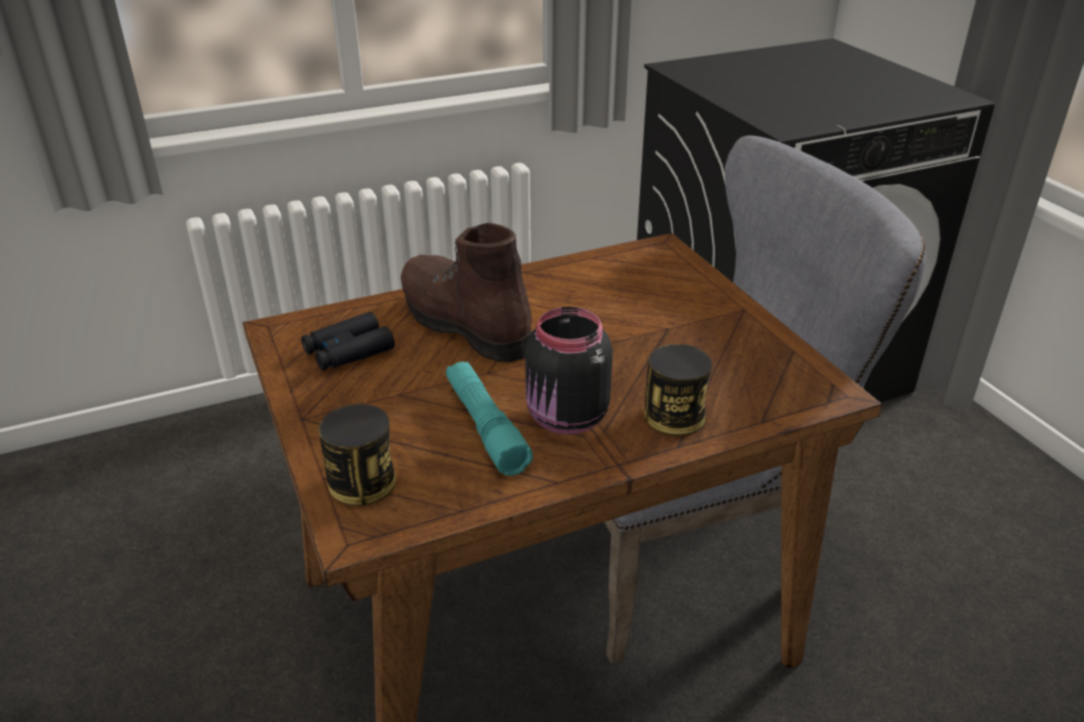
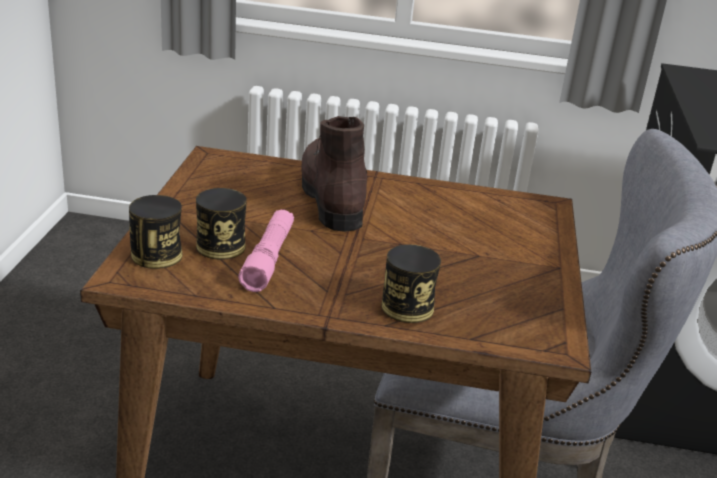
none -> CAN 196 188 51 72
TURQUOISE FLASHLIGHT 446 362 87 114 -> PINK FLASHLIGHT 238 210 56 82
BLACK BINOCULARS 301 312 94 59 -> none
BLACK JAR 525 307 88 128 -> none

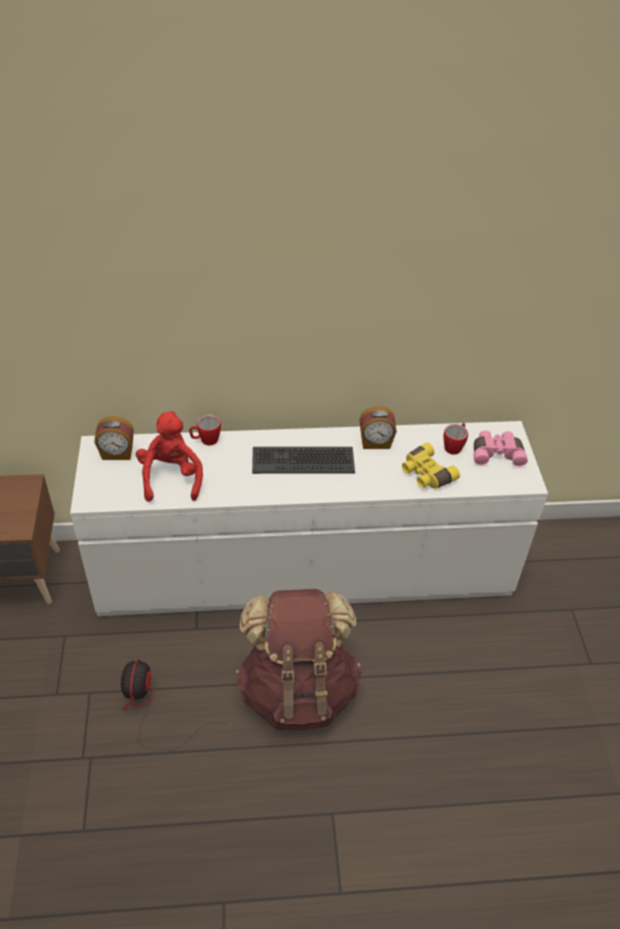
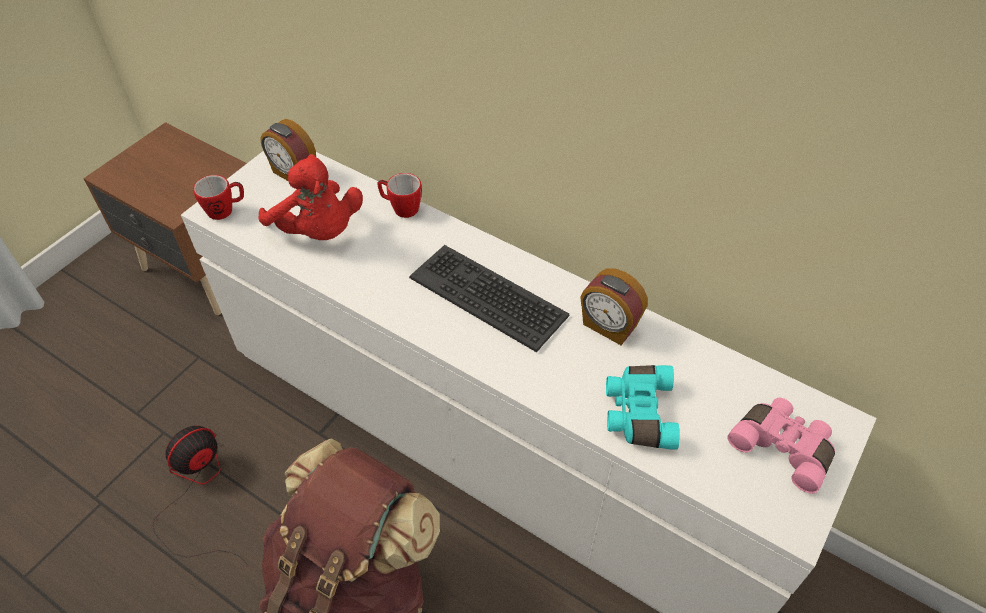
MUG 444 423 24 32 -> MUG 193 175 51 45, moved
RED PLUSH TOY 136 411 67 91 -> RED PLUSH TOY 258 154 105 86, 105 degrees clockwise
YELLOW BINOCULARS 402 442 58 46 -> TURQUOISE BINOCULARS 606 365 74 84

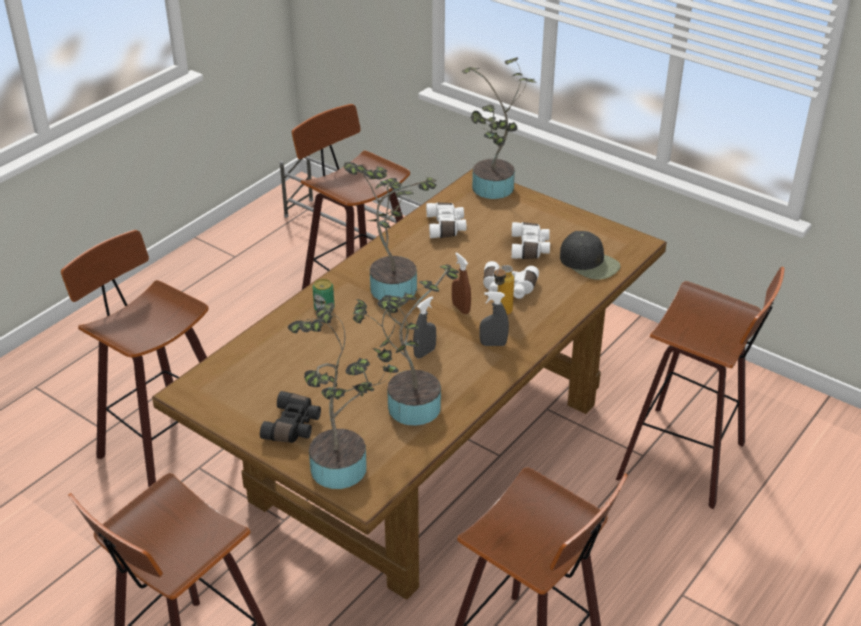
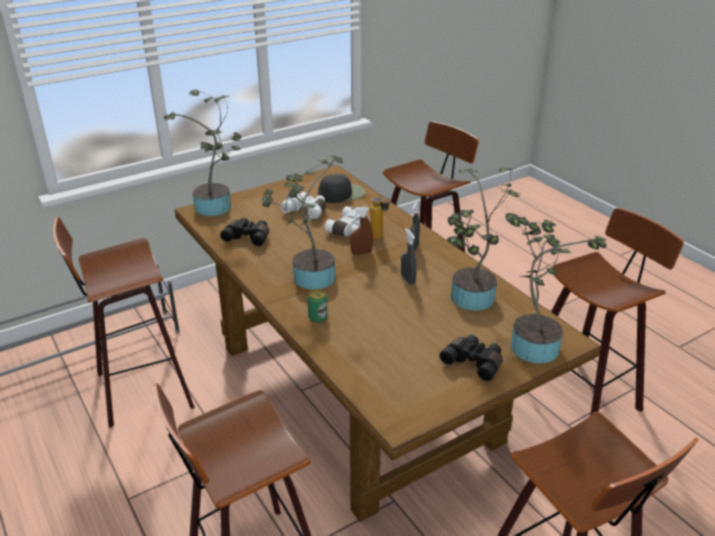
WHITE BINOCULARS 426 202 41 36 -> BLACK BINOCULARS 220 218 49 28

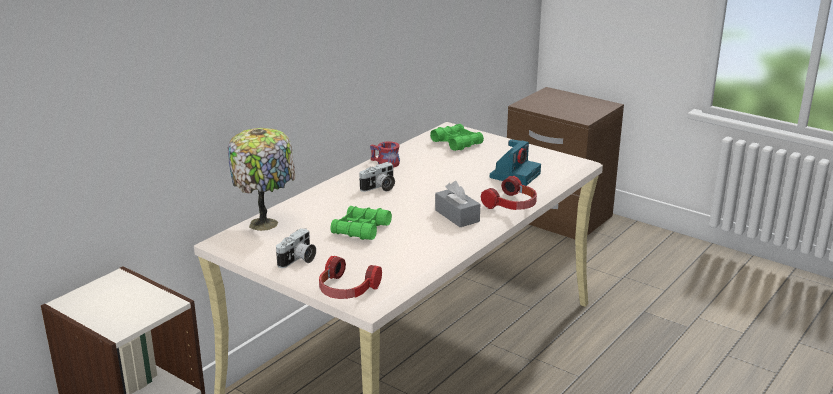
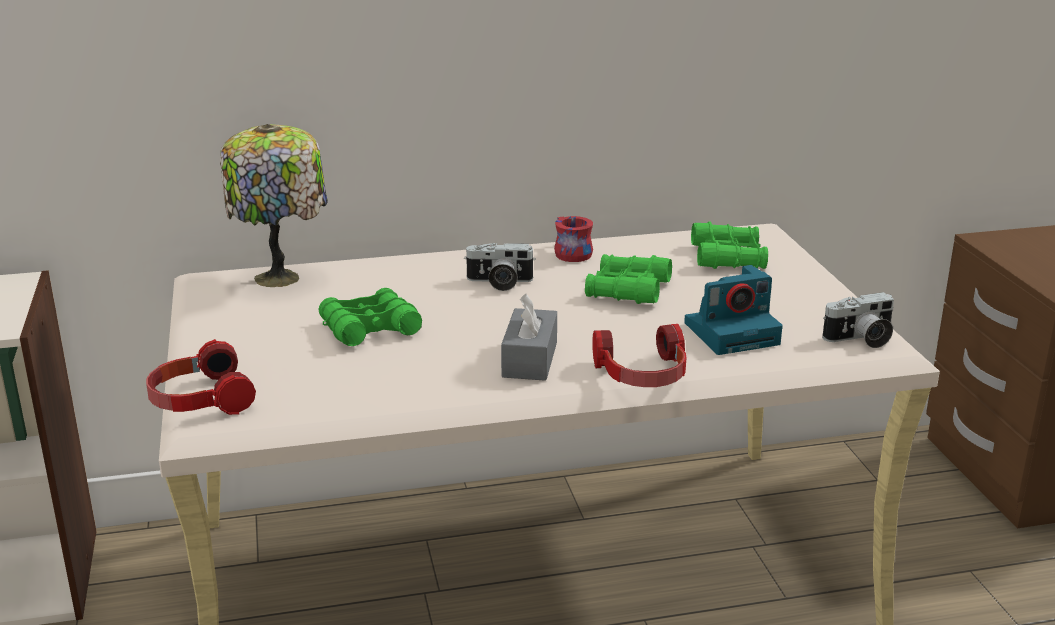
none -> GREEN BINOCULARS 585 254 87 50
PHOTO CAMERA 276 228 40 40 -> PHOTO CAMERA 822 292 72 56, moved

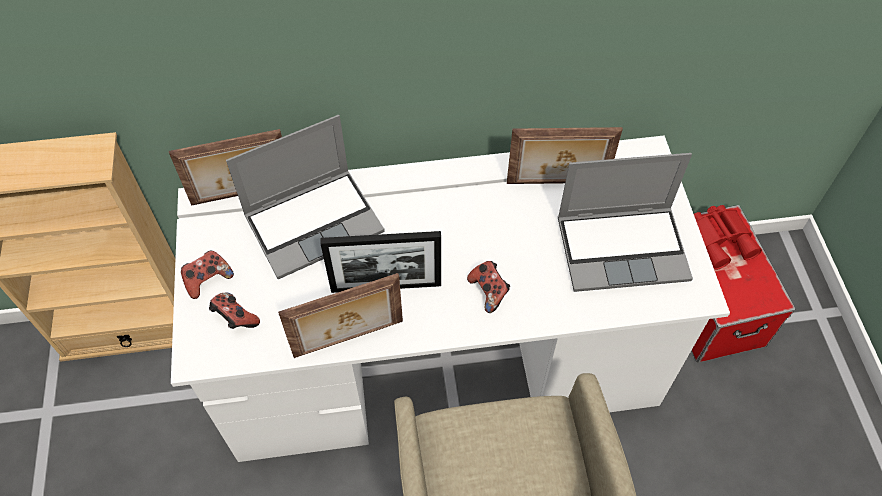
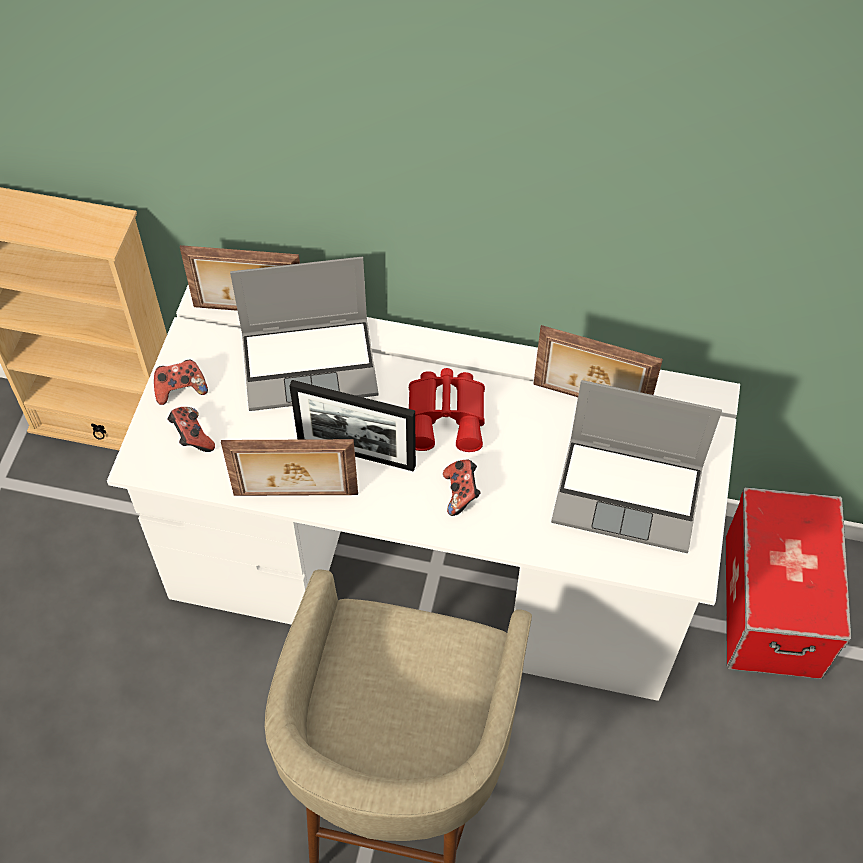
RED BINOCULARS 694 205 68 65 -> RED BINOCULARS 409 368 76 84, moved

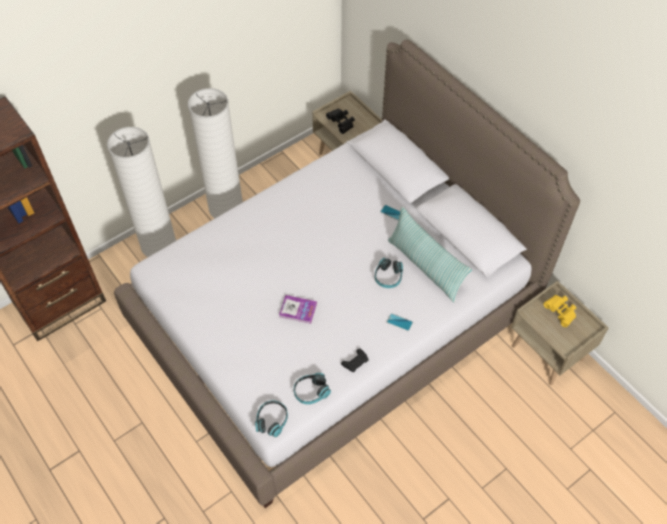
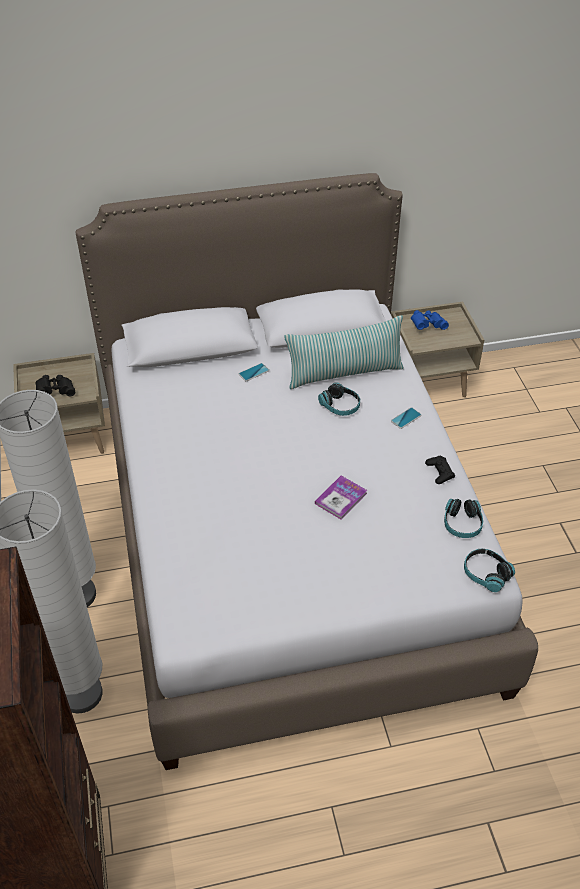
YELLOW BINOCULARS 543 295 33 32 -> BLUE BINOCULARS 411 310 38 20

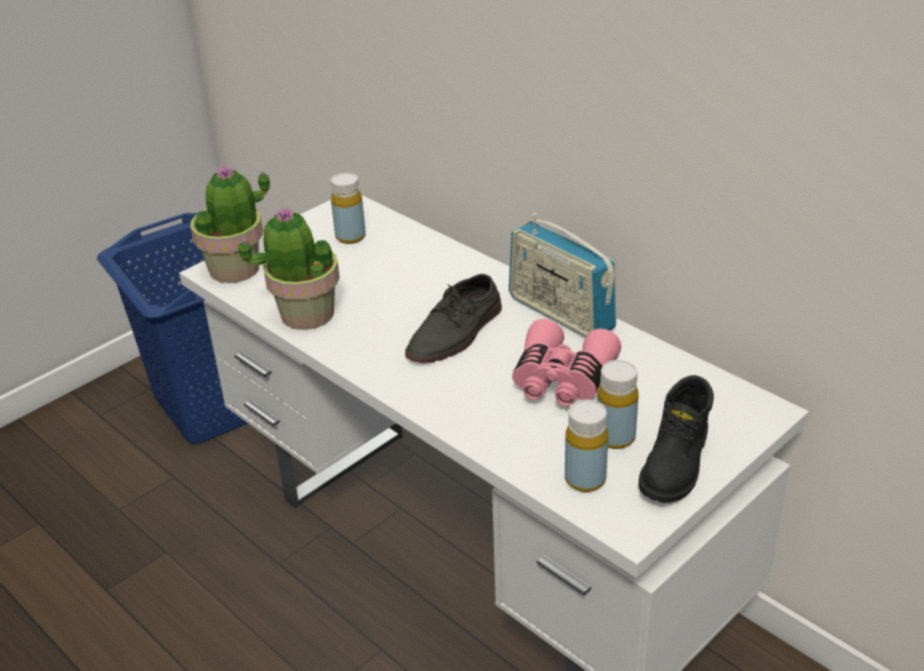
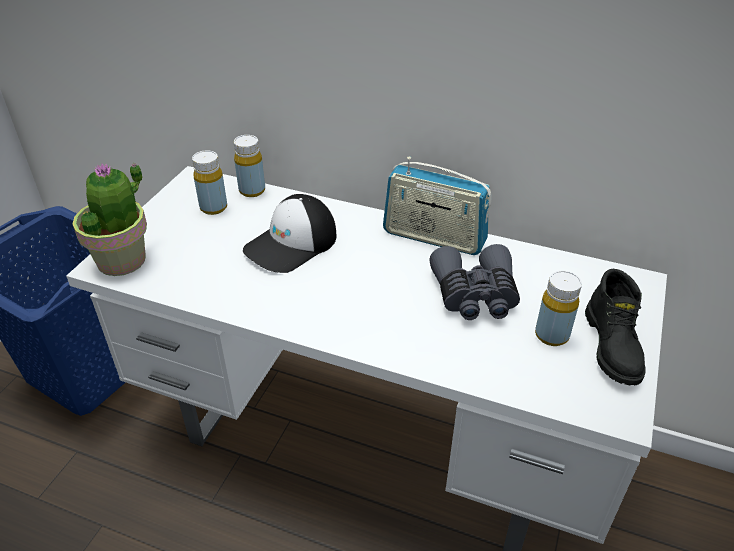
YELLOW BOTTLE 565 400 43 92 -> YELLOW BOTTLE 233 135 32 62, moved
none -> CAP 243 194 94 79
PINK BINOCULARS 512 319 109 87 -> GREY BINOCULARS 429 244 91 76
POTTED PLANT 238 206 102 124 -> none
GREY SHOE 405 274 97 89 -> none

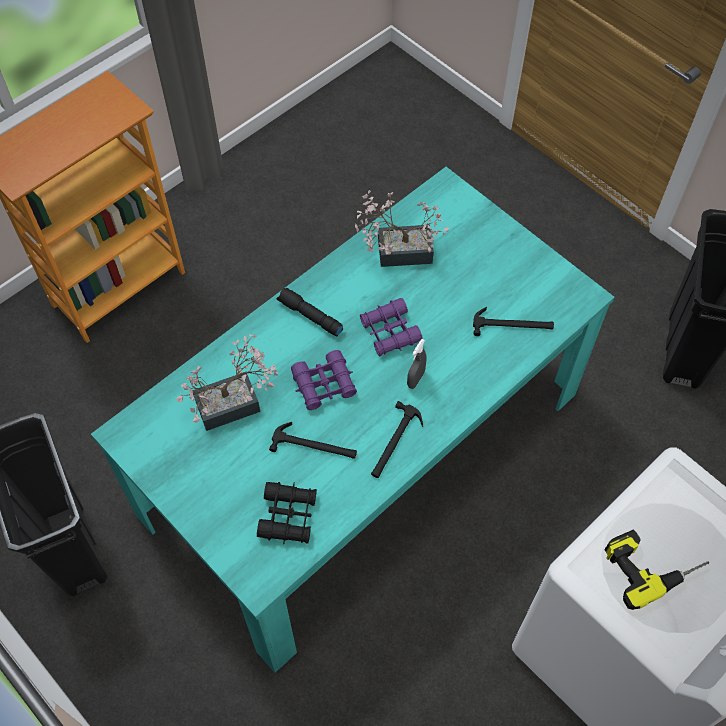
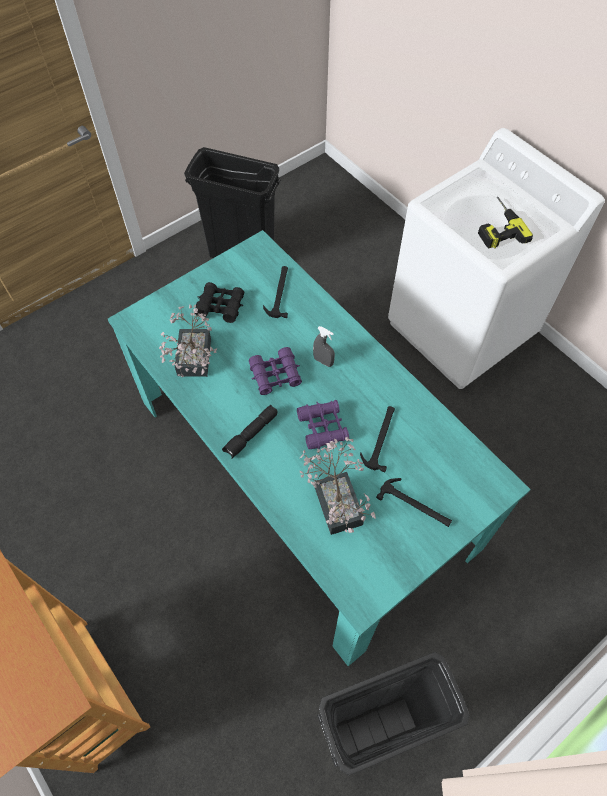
BLACK BINOCULARS 257 482 60 62 -> BLACK BINOCULARS 195 282 49 41, moved
HAMMER 371 401 52 77 -> HAMMER 376 478 76 49, moved

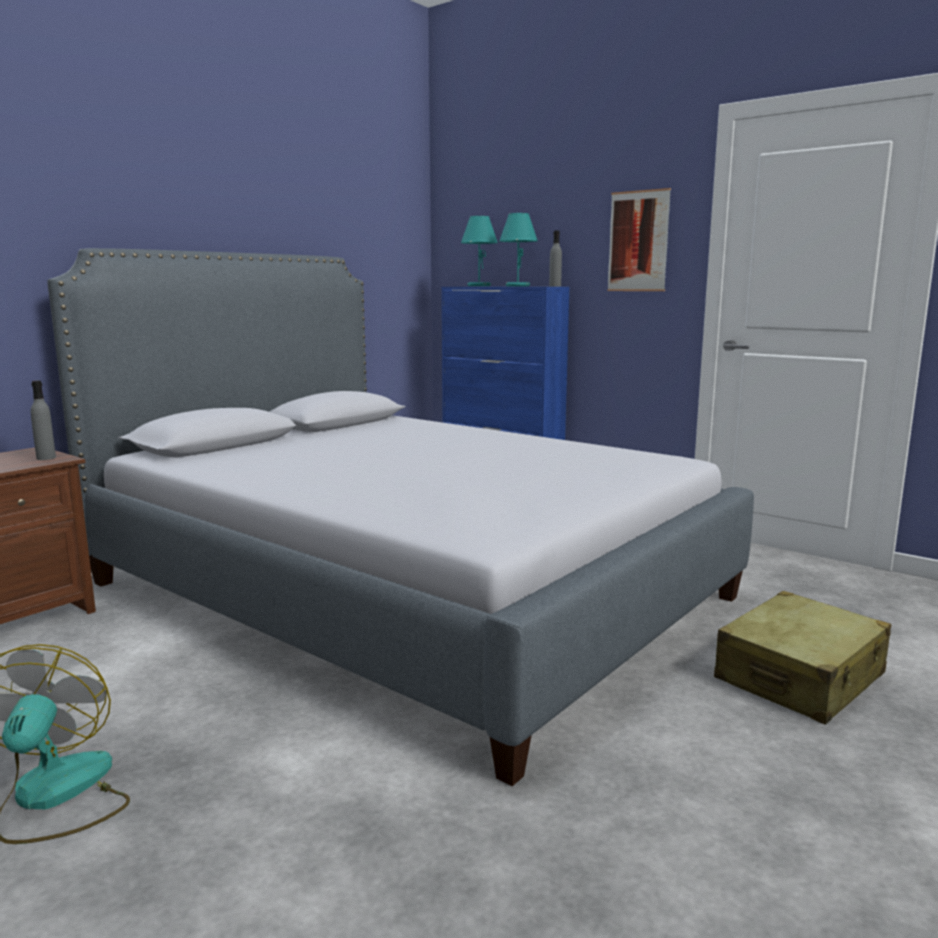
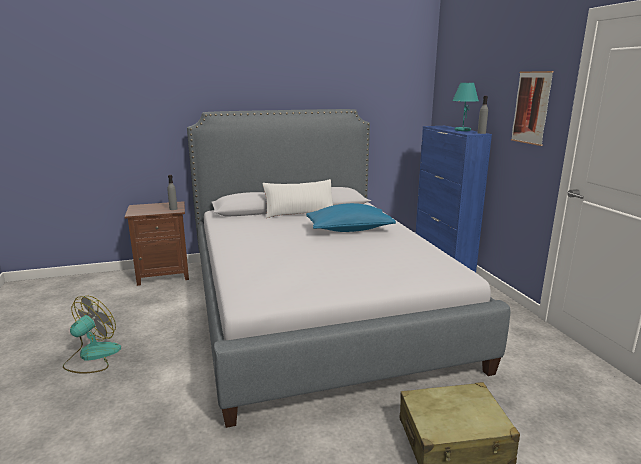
none -> WHITE PILLOW 263 179 70 39
none -> BLUE PILLOW 306 203 90 29
TURQUOISE TABLE LAMP 461 216 37 70 -> none

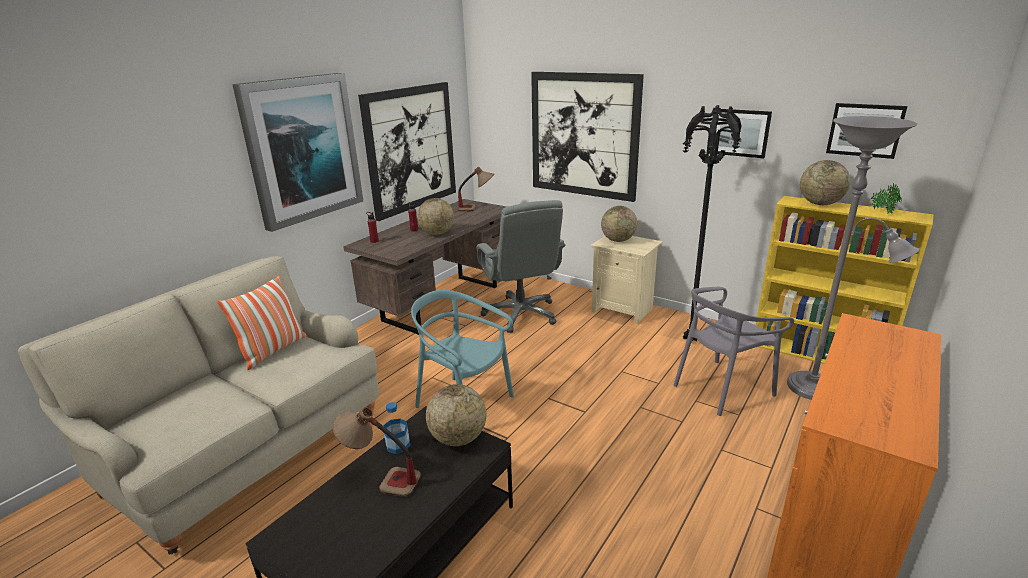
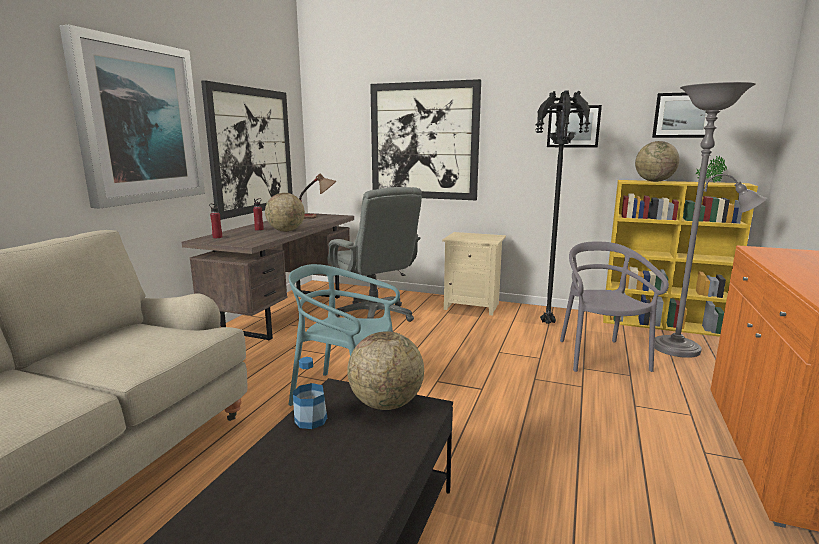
GREY CHAIR 674 287 120 129 -> GREY CHAIR 560 242 109 130, 135 degrees clockwise
PILLOW 217 276 90 94 -> none
TABLE LAMP 333 407 88 90 -> none
GLOBE 601 206 36 36 -> none

